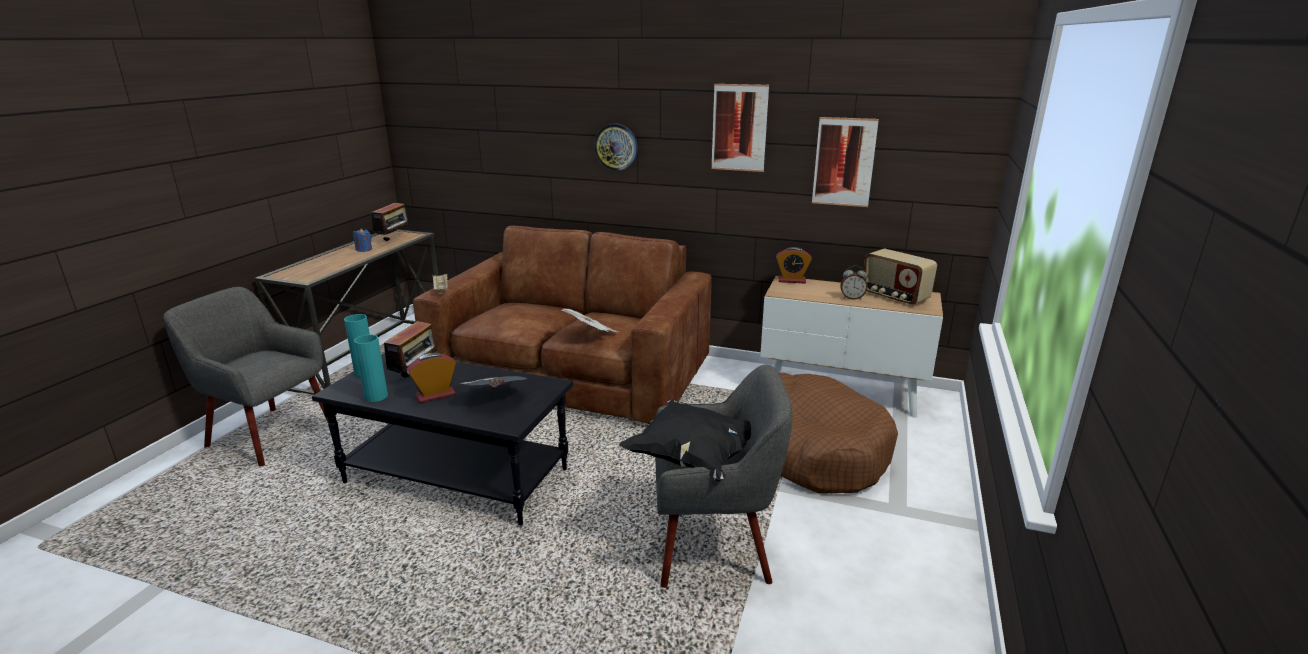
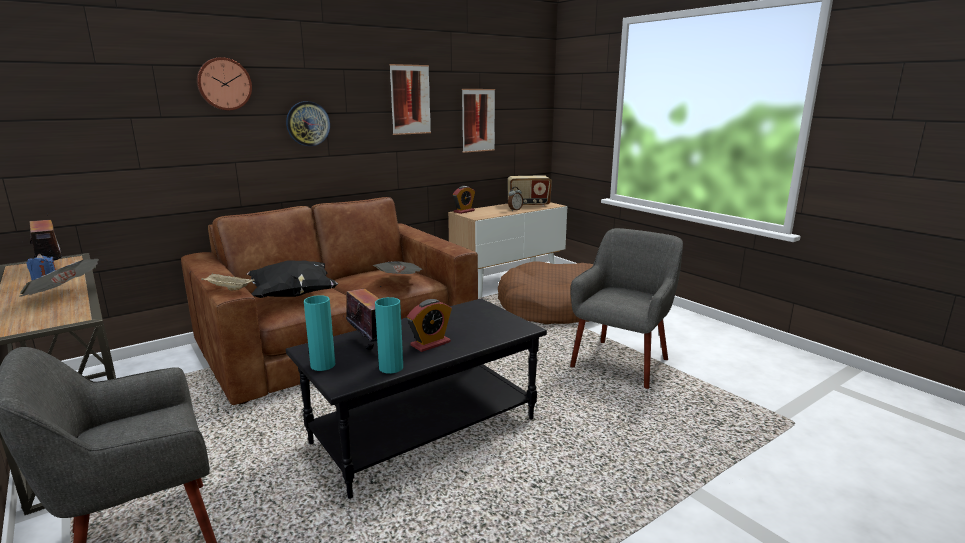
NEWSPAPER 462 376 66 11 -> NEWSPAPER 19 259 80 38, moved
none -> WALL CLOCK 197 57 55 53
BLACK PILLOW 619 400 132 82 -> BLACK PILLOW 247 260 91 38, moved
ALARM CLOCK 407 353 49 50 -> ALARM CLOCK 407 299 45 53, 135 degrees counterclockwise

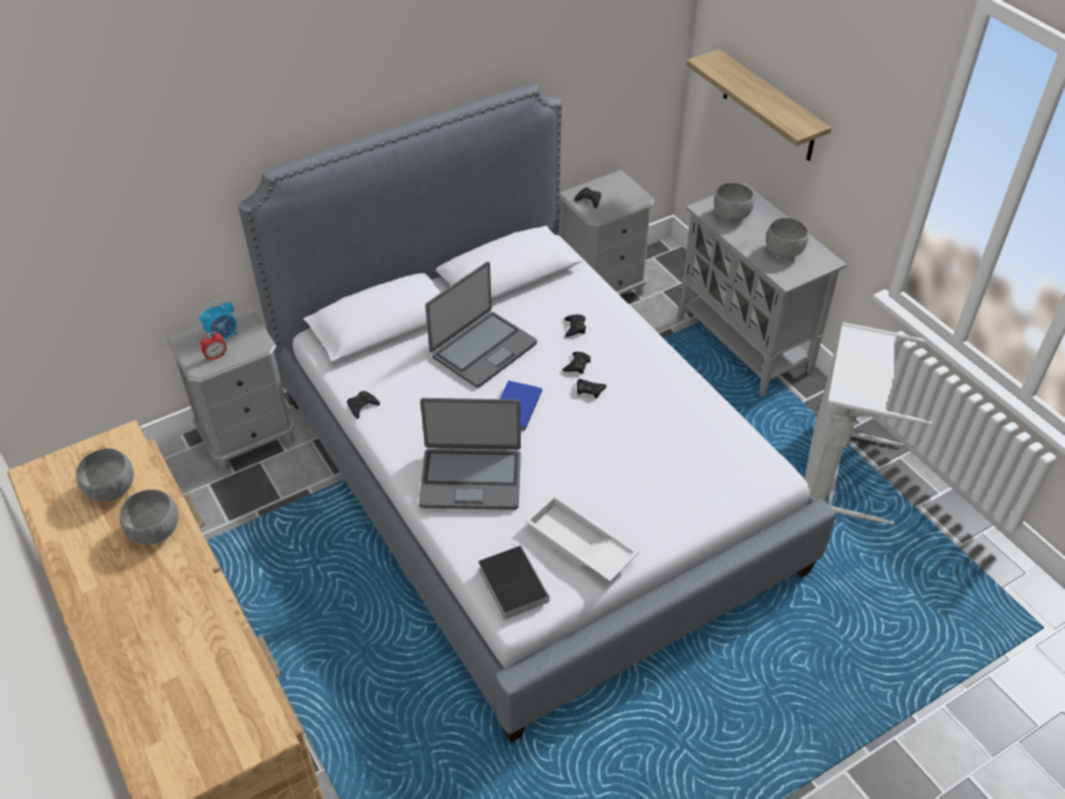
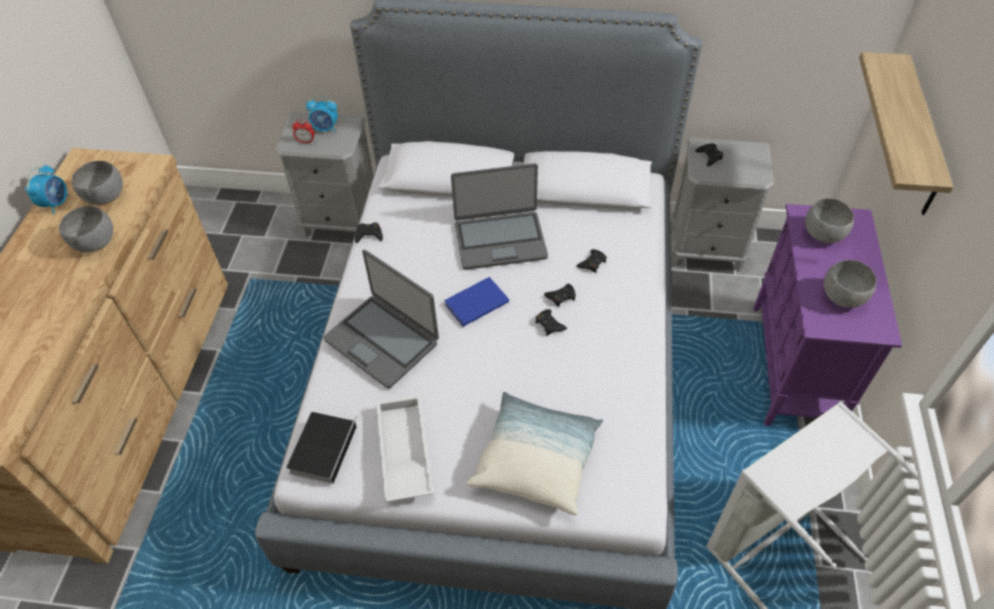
none -> ALARM CLOCK 25 164 44 50
none -> PILLOW 466 392 137 123
GREY CABINET 678 183 169 214 -> PURPLE CABINET 753 204 149 222

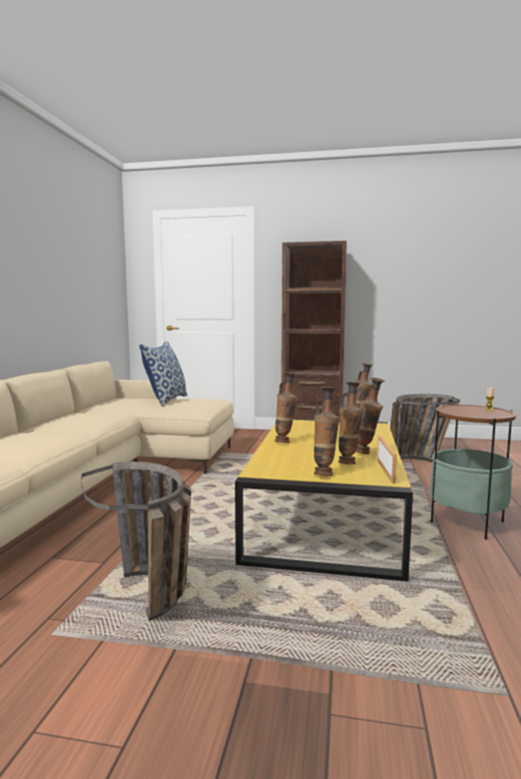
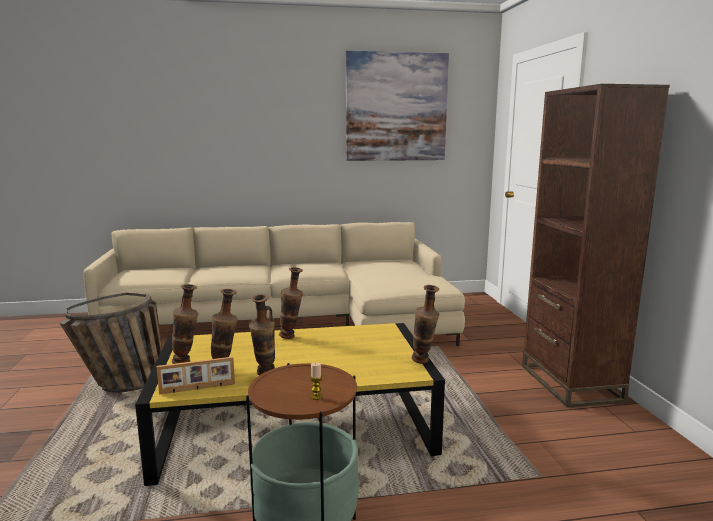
none -> PICTURE 346 51 103 110
PILLOW 139 341 48 66 -> none
BASKET 390 394 70 69 -> none

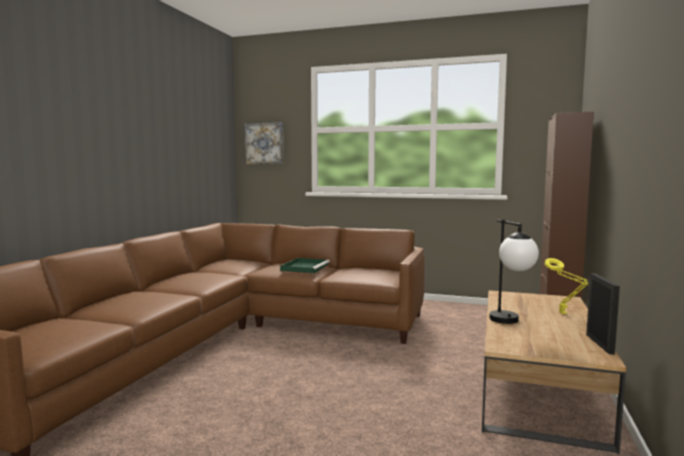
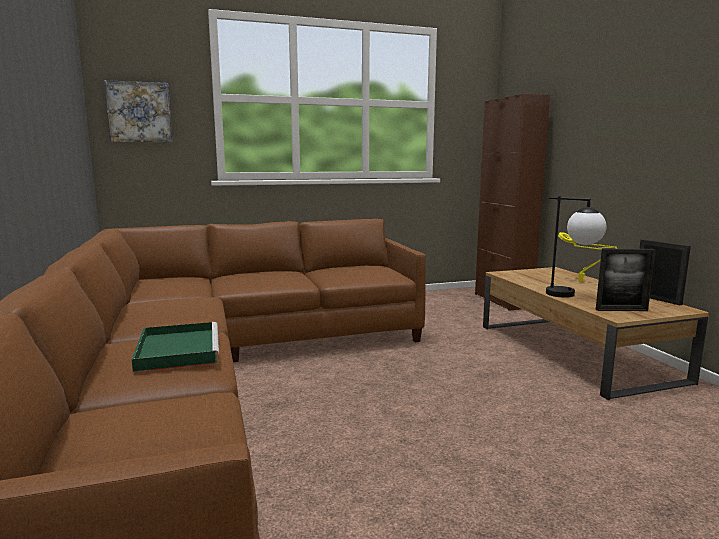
GREEN TRAY 280 258 50 16 -> GREEN TRAY 132 322 87 51, moved
none -> PICTURE FRAME 596 249 60 62

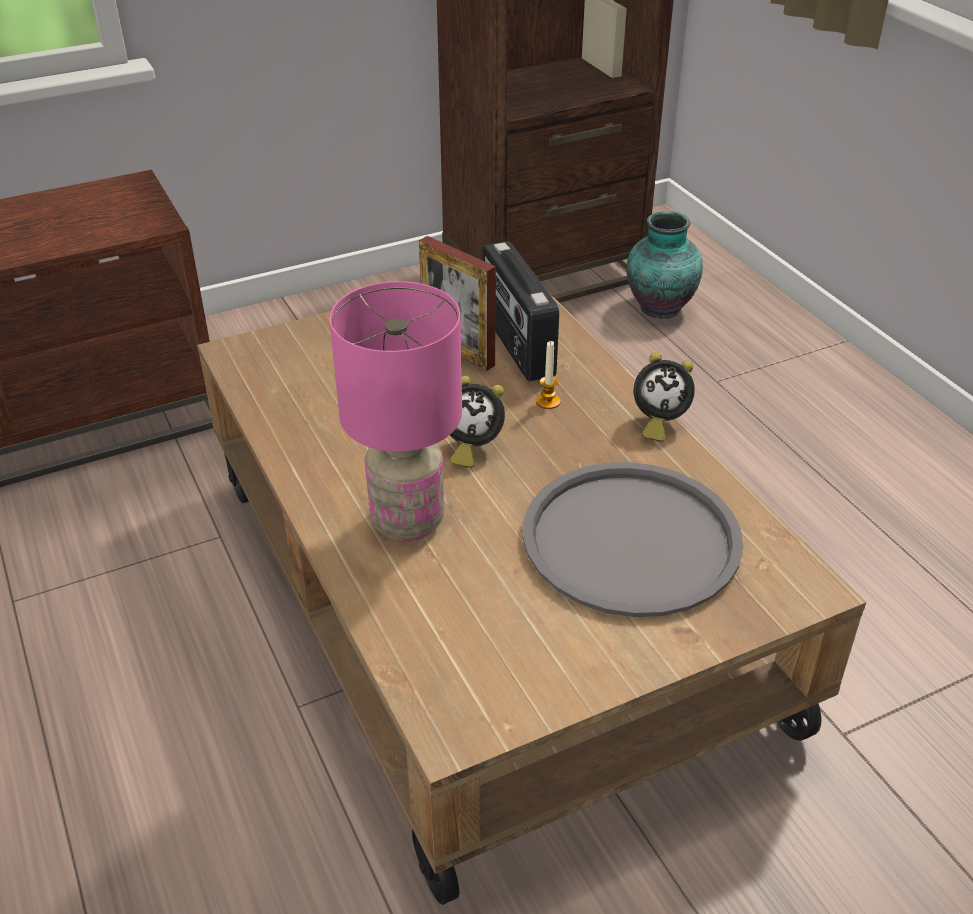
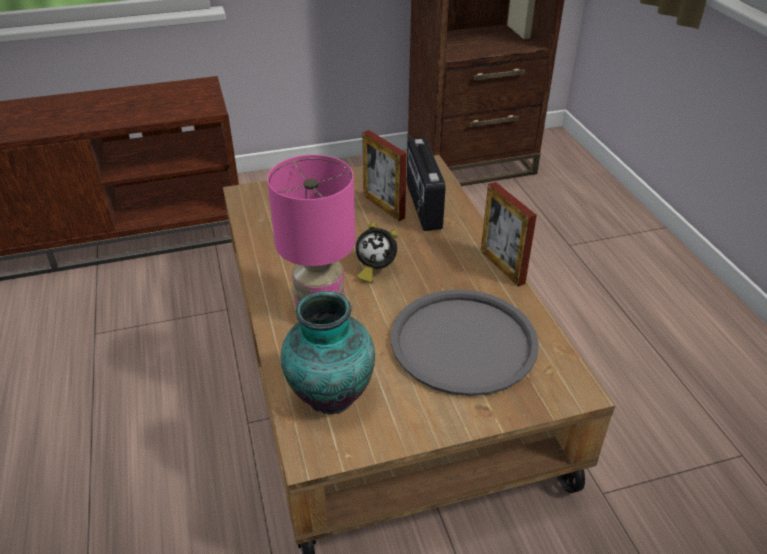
VASE 626 211 77 107 -> VASE 281 291 94 123, moved
ALARM CLOCK 633 352 62 90 -> PICTURE FRAME 481 182 56 105
CANDLE 536 341 24 68 -> none

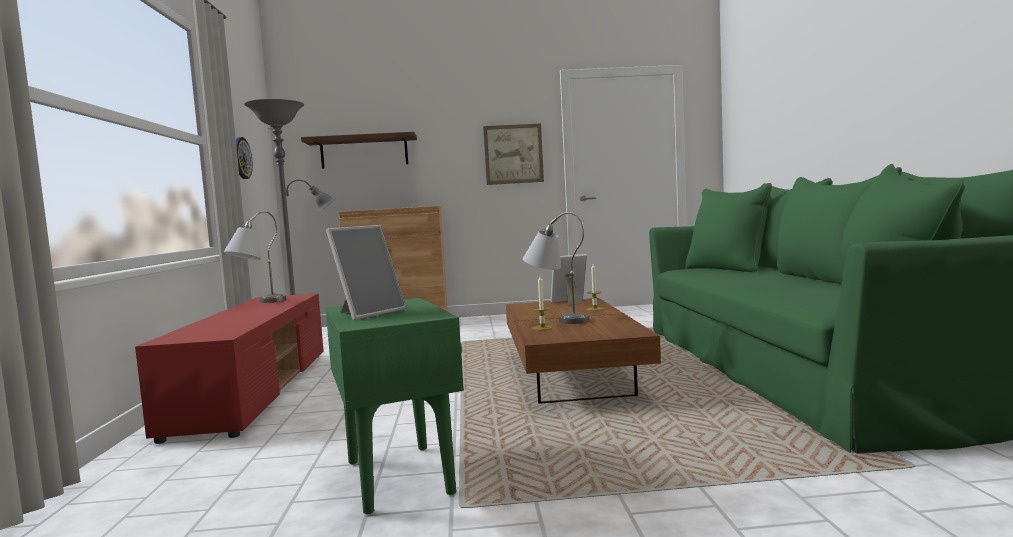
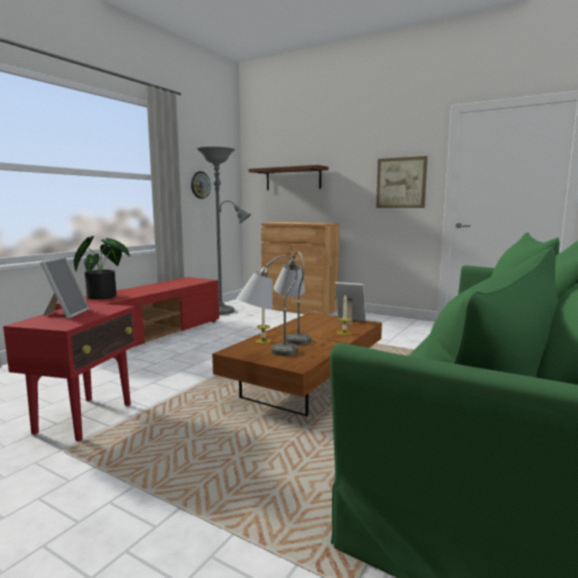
GREEN SIDE TABLE 326 298 138 217 -> RED SIDE TABLE 3 303 134 139
PICTURE FRAME 326 225 80 95 -> PICTURE FRAME 40 257 49 62, 75 degrees counterclockwise
none -> POTTED PLANT 74 236 56 63
GREY TABLE LAMP 223 211 63 92 -> GREY TABLE LAMP 237 255 61 101, moved

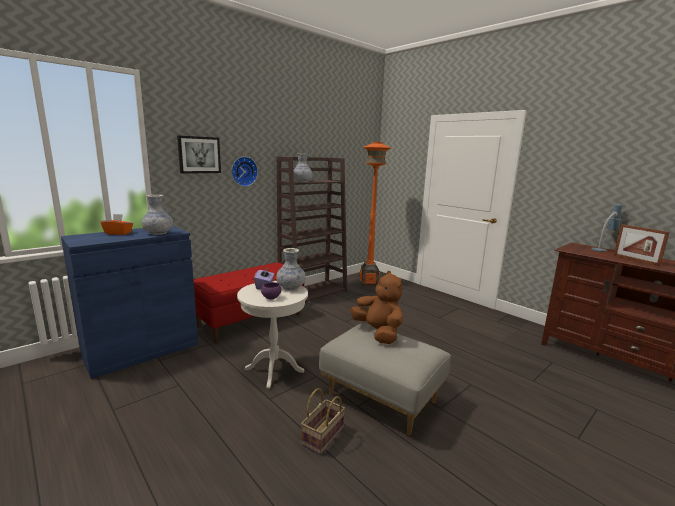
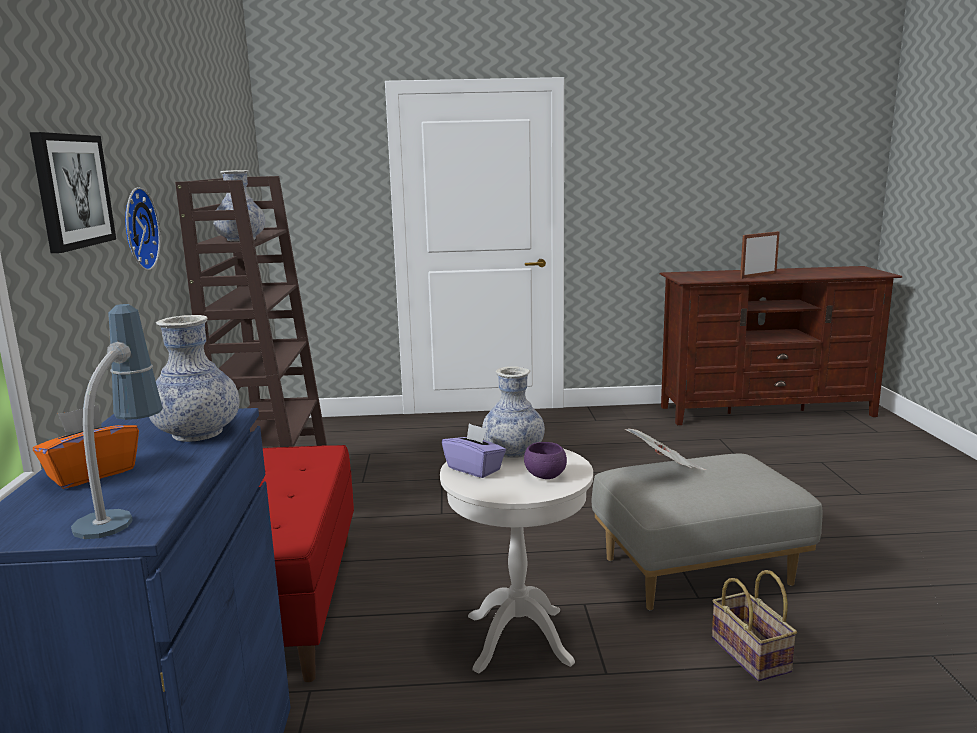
TABLE LAMP 592 203 30 49 -> TABLE LAMP 71 304 91 235, moved
BROWN PLUSH TOY 351 271 52 73 -> NEWSPAPER 624 428 82 42
PICTURE FRAME 614 224 56 42 -> PICTURE FRAME 740 231 40 48, 135 degrees clockwise
ORANGE FLOOR LAMP 359 142 32 144 -> none

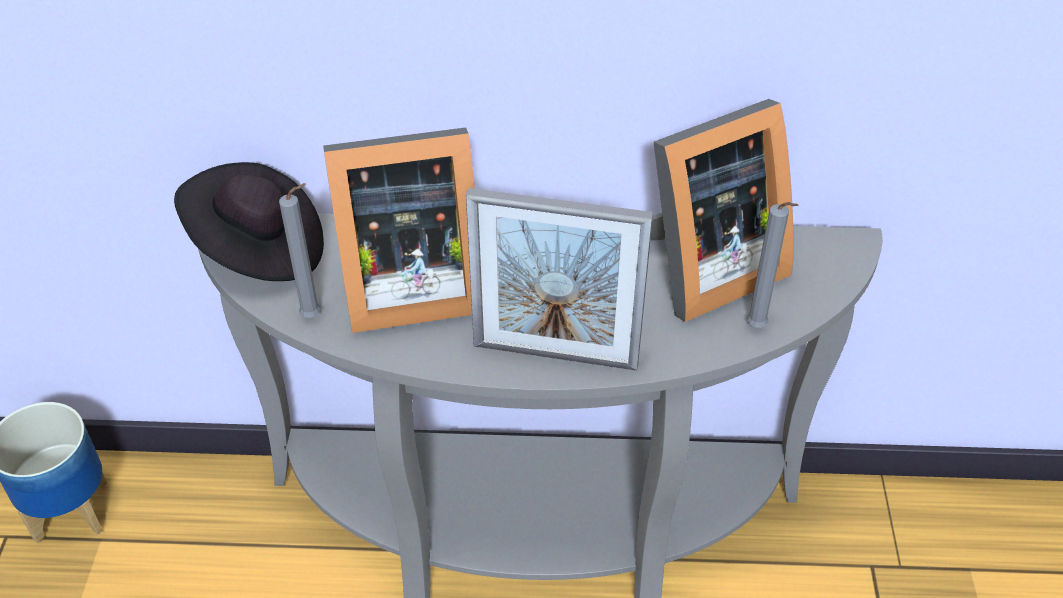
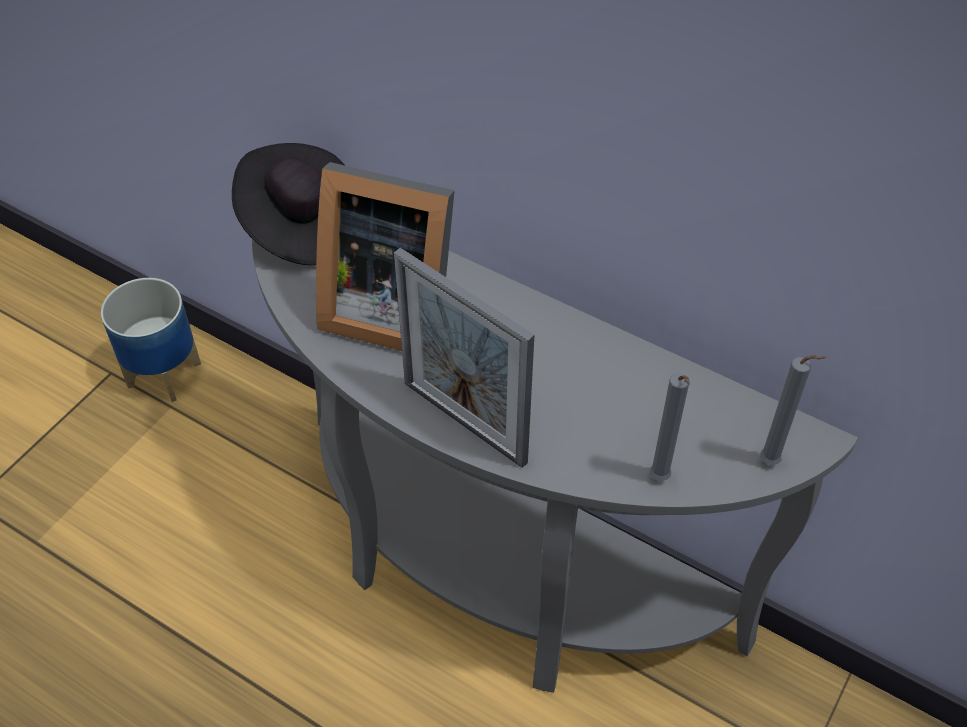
GREY CANDLE 279 183 42 135 -> GREY CANDLE 760 355 66 110, moved
PICTURE FRAME 651 99 143 223 -> none

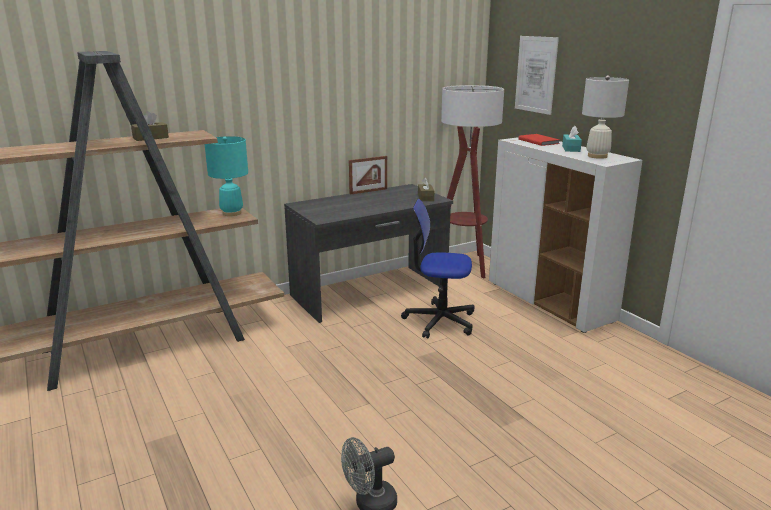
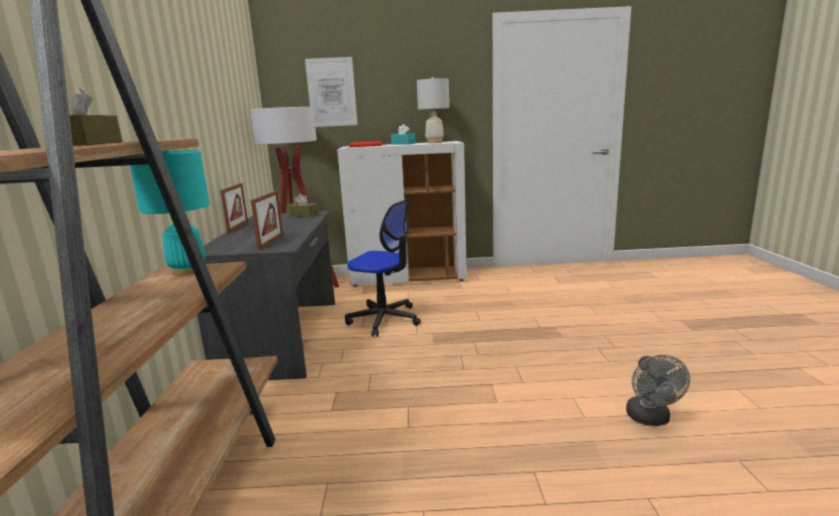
none -> PICTURE FRAME 251 191 32 59
OFFICE CHAIR 401 199 74 139 -> OFFICE CHAIR 345 198 76 139, 105 degrees counterclockwise

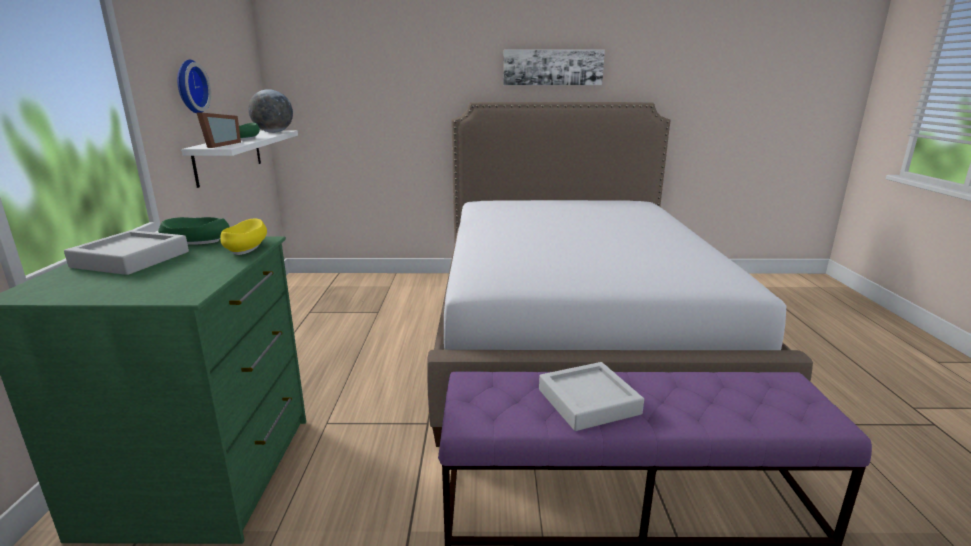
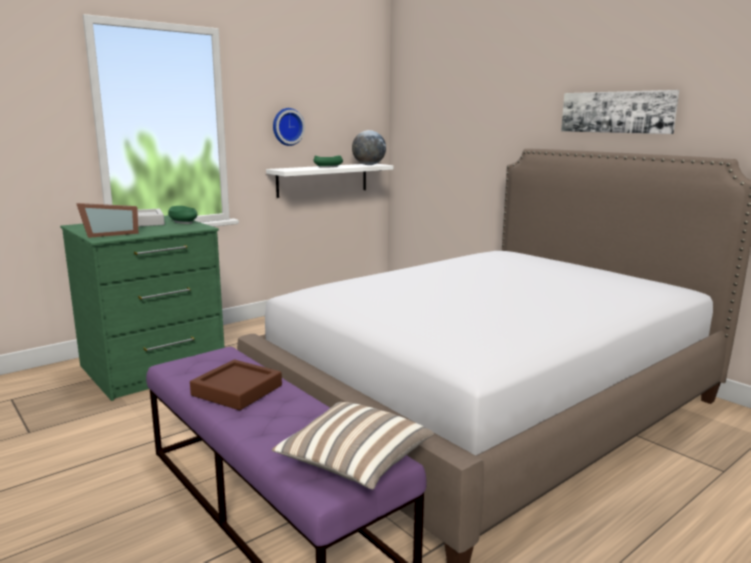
PICTURE FRAME 196 112 45 36 -> PICTURE FRAME 76 203 63 35, moved
GREY TRAY 539 362 105 69 -> BROWN TRAY 190 360 92 50
none -> PILLOW 272 402 162 88
YELLOW BOWL 220 219 47 36 -> none

